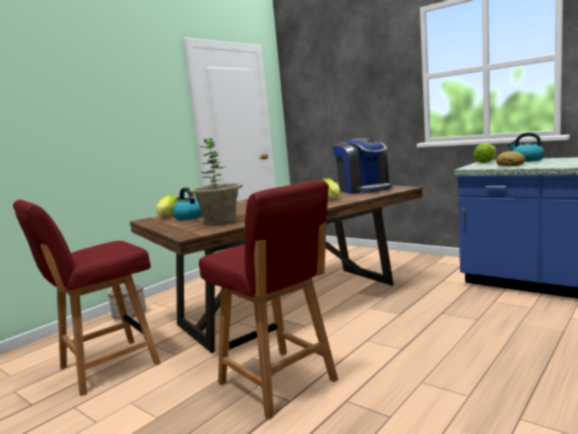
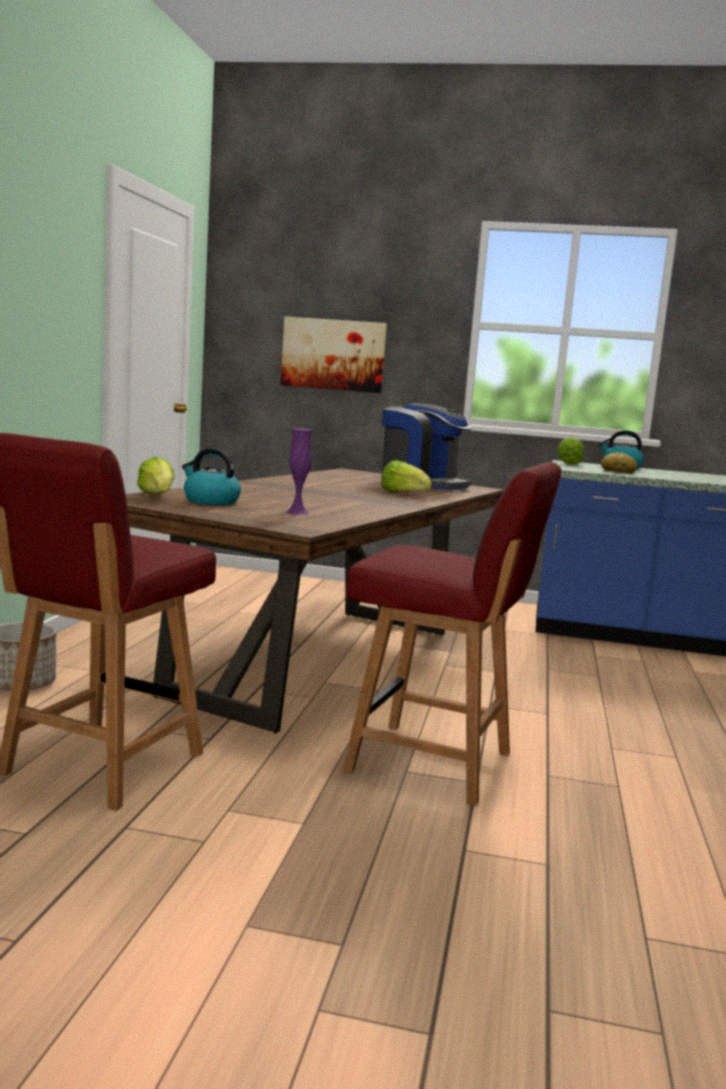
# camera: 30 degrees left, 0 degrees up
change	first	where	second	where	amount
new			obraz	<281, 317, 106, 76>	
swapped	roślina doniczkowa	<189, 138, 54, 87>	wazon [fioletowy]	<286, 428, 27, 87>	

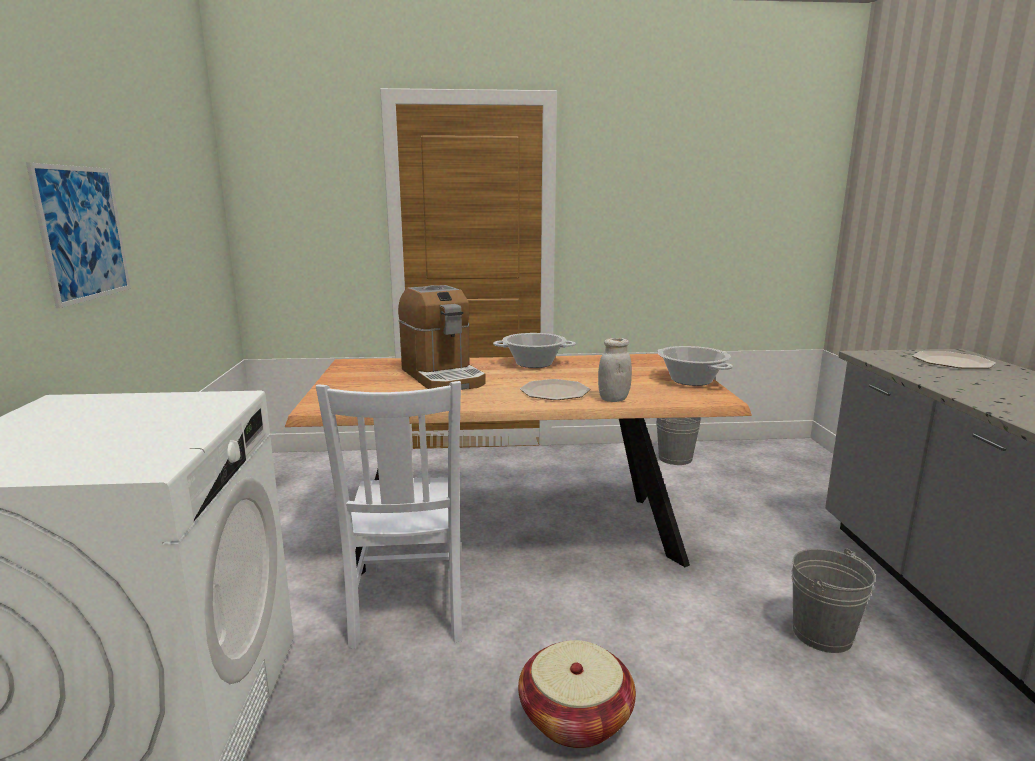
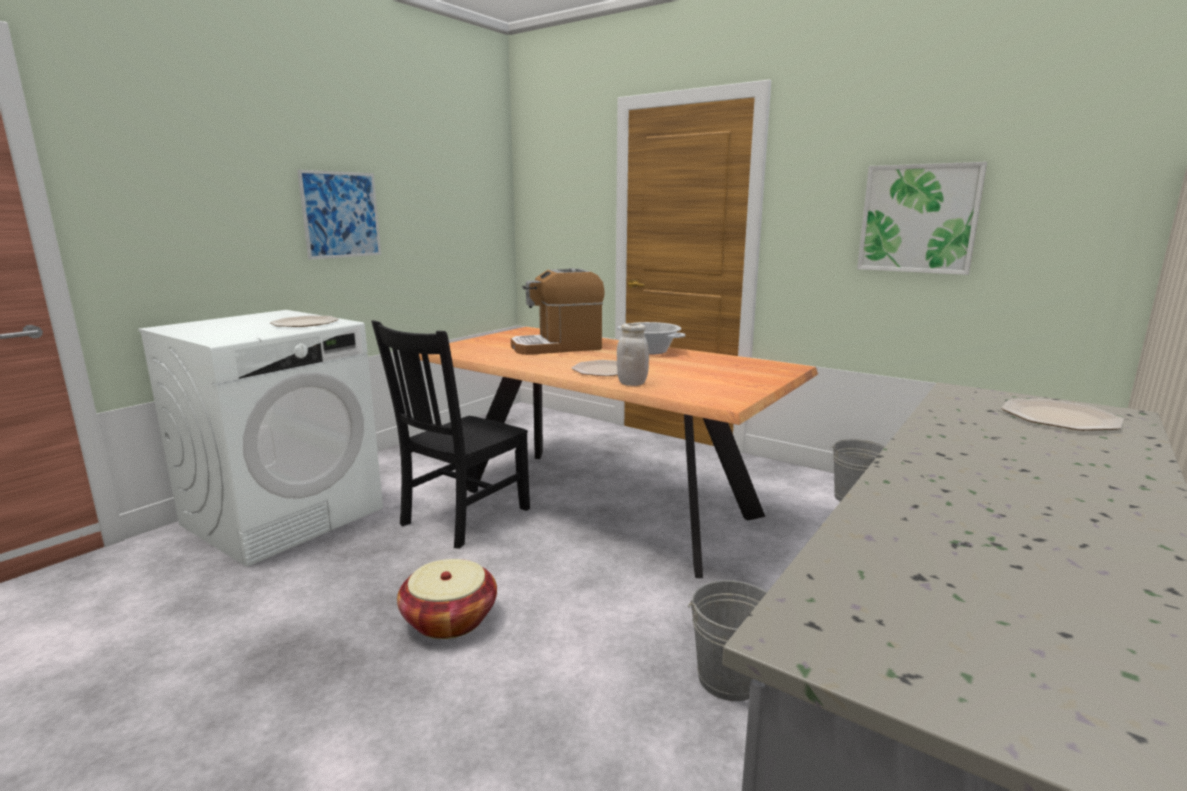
# camera: 40 degrees right, 0 degrees up
change	first	where	second	where	amount
gone	garnek	<657, 346, 76, 40>			
new			talerz	<270, 316, 69, 11>	
new			obraz	<857, 162, 130, 113>	
repainted	krzesło [biały]	<316, 381, 146, 268>	krzesło [czarny]	<371, 320, 159, 229>	
rotated	ekspres do kawy	<398, 285, 88, 105>		<511, 268, 94, 87>	60 degrees clockwise

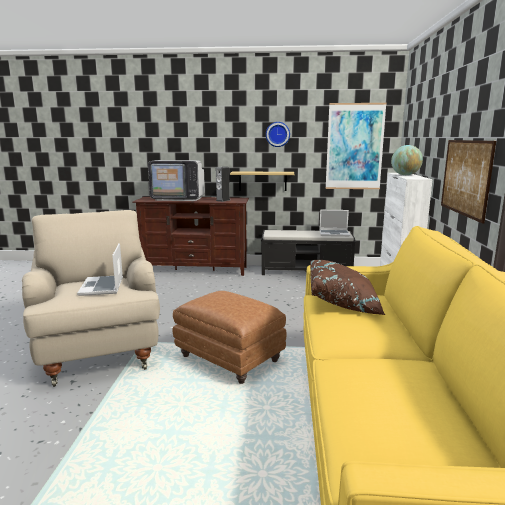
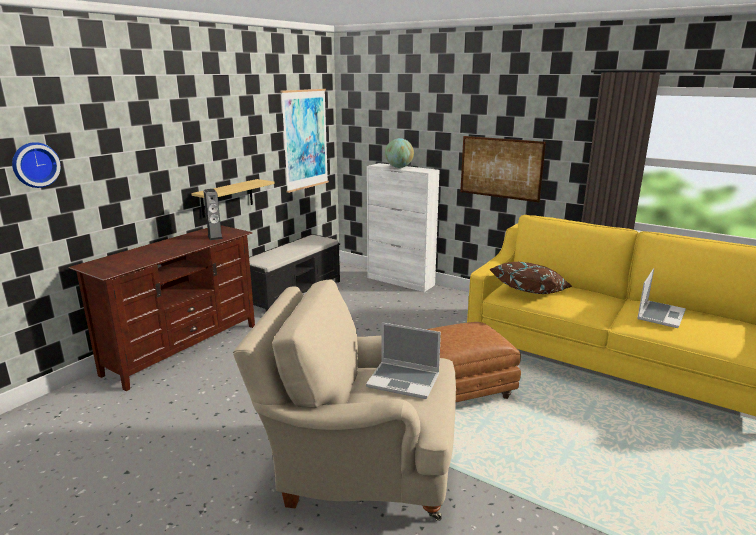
# camera: 60 degrees left, 5 degrees up
change	first	where	second	where	amount
gone	telewizor	<148, 160, 57, 41>			
shifted	zegar ścienny	<266, 122, 24, 25>		<12, 142, 49, 46>	
shifted	laptop	<319, 210, 31, 27>		<637, 268, 49, 60>	

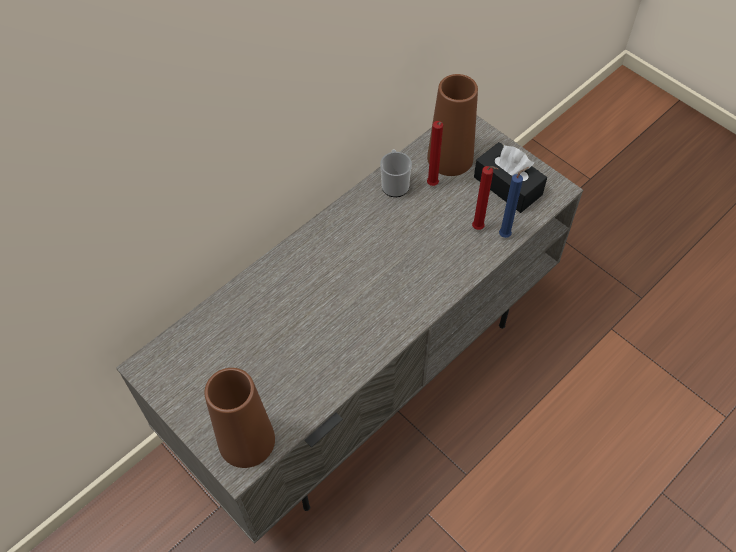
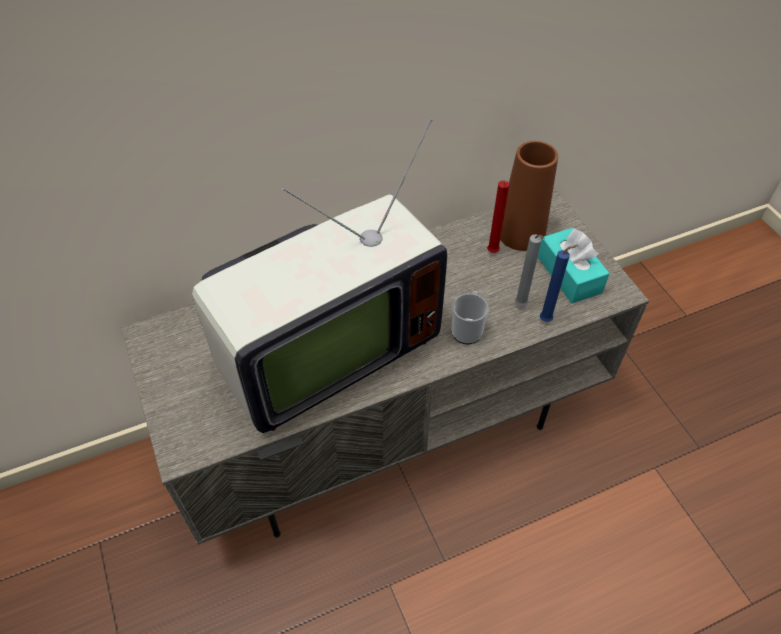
# camera: 20 degrees right, 5 degrees down
change	first	where	second	where	amount
gone	wazon [brązowy]	<204, 368, 71, 100>			
new			telewizor	<192, 118, 255, 315>	
shifted	kubek	<380, 149, 32, 48>		<451, 291, 38, 53>	
repainted	świeca [czerwony]	<472, 166, 26, 64>	świeca [szary]	<515, 234, 30, 73>	
repainted	pudełko chusteczek [czarny]	<474, 142, 73, 71>	pudełko chusteczek [turkusowy]	<538, 227, 72, 76>	

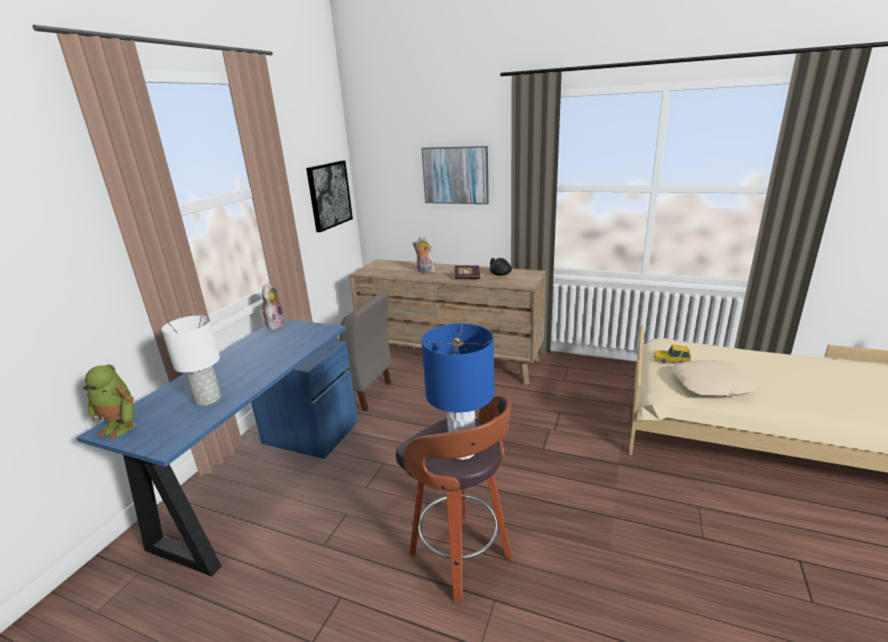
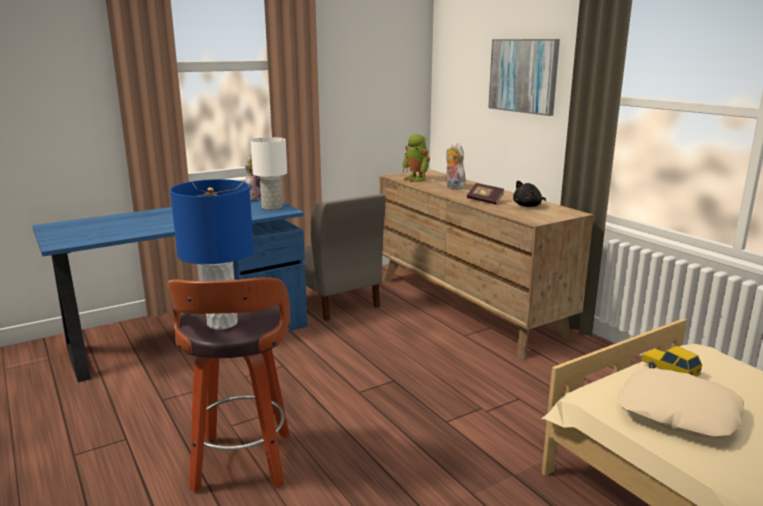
# camera: 35 degrees right, 5 degrees down
change	first	where	second	where	amount
gone	obraz	<306, 161, 47, 71>			
shifted	robot zabawkowy	<83, 364, 54, 76>		<402, 134, 28, 48>	
shifted	lampa stołowa [biały]	<161, 315, 60, 91>		<250, 137, 37, 73>	

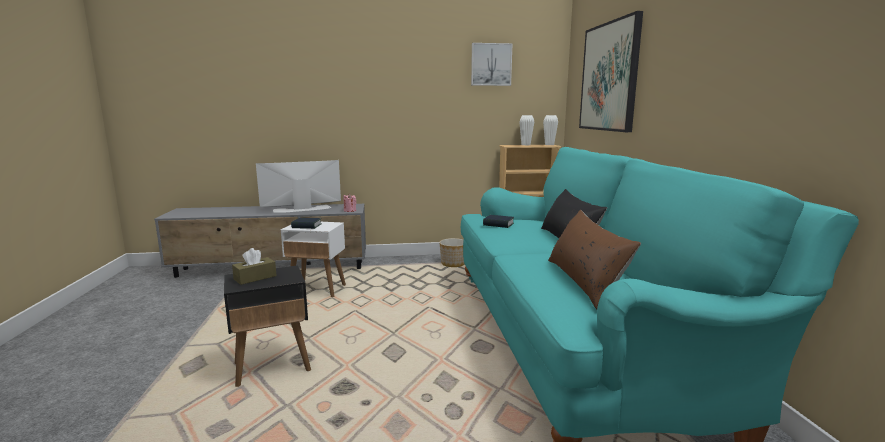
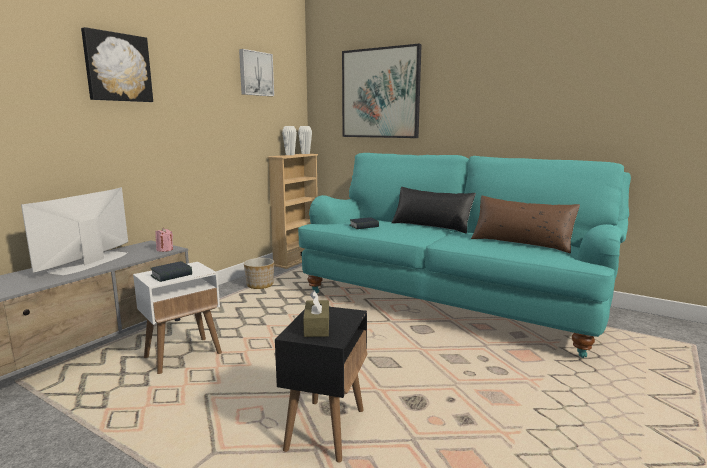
# camera: 50 degrees left, 0 degrees up
change	first	where	second	where	amount
new			obraz	<81, 27, 72, 75>	

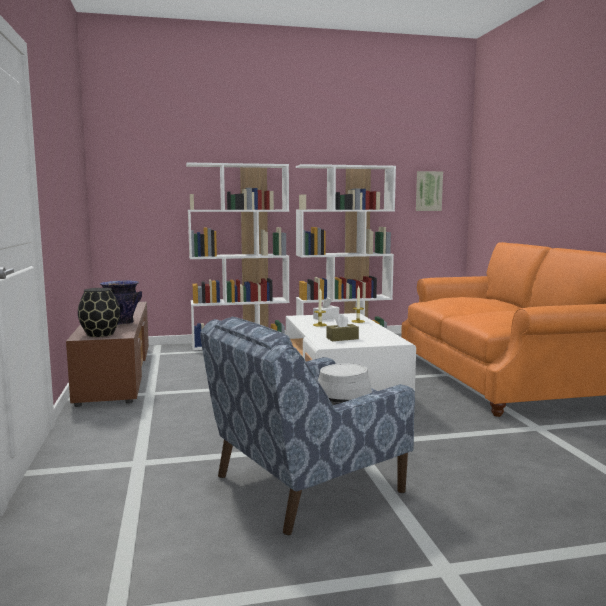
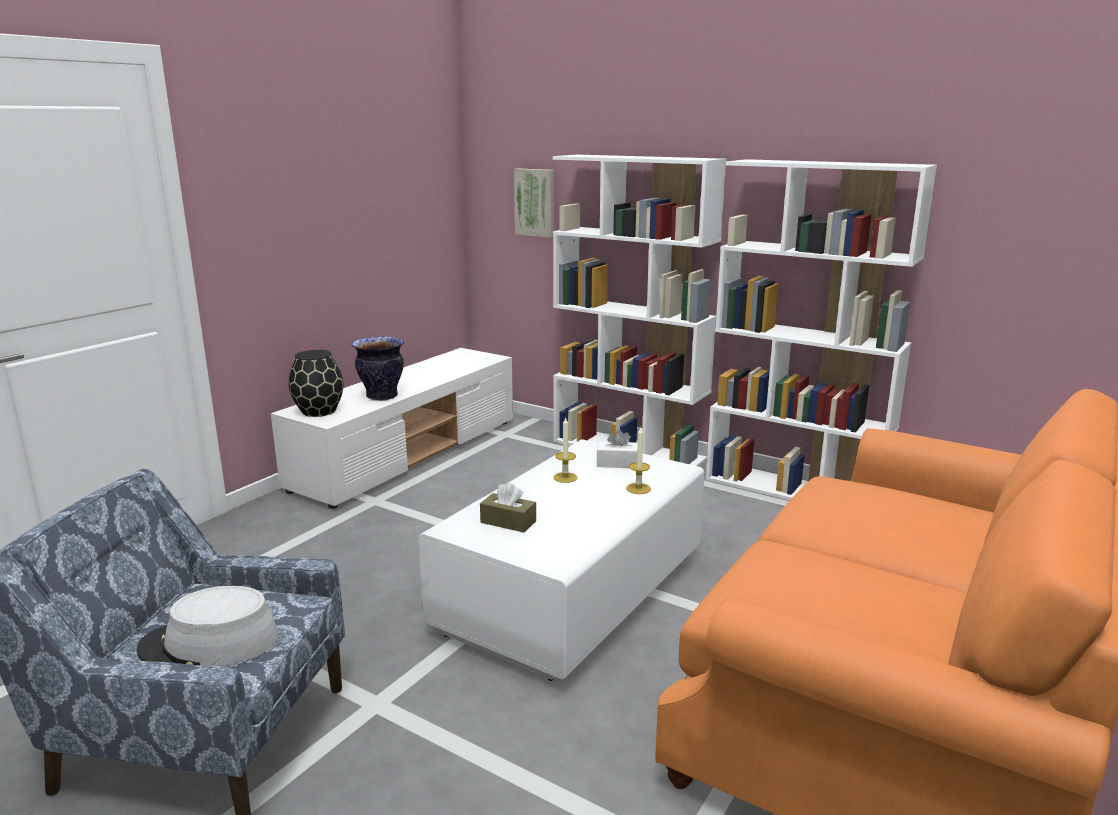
# camera: 45 degrees right, 10 degrees up
change	first	where	second	where	amount
shifted	obraz	<416, 171, 27, 40>		<514, 168, 40, 70>	
repainted	szafka pod telewizor [brązowy]	<66, 302, 83, 105>	szafka pod telewizor [biały]	<271, 348, 242, 161>	

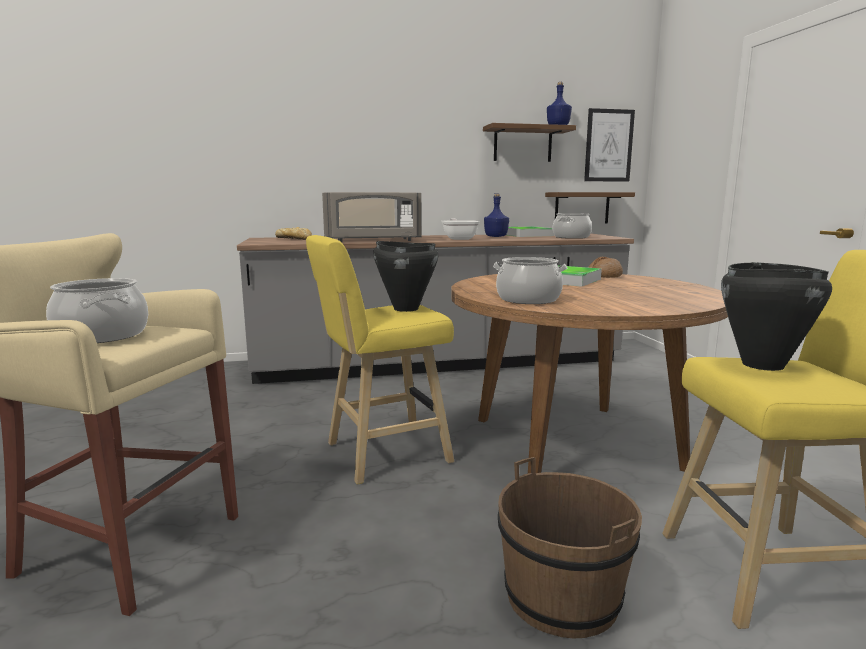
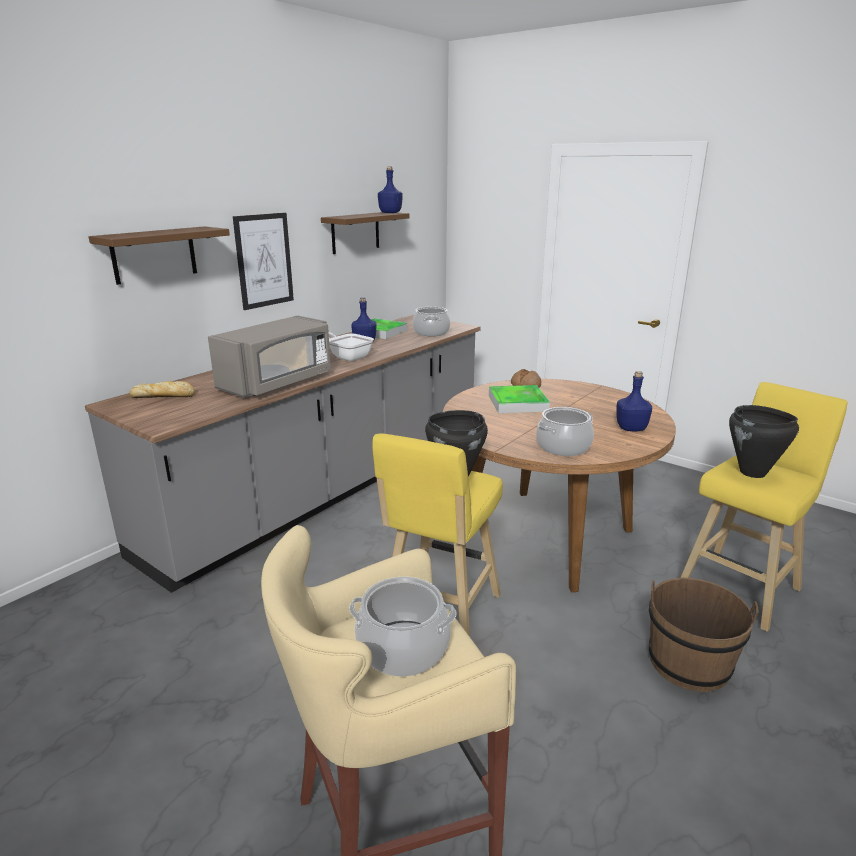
# camera: 40 degrees left, 10 degrees up
change	first	where	second	where	amount
new			butelka [niebieski]	<616, 371, 36, 60>	
shifted	półka [brązowy]	<545, 192, 90, 31>		<88, 226, 142, 59>	
shifted	obraz	<584, 108, 51, 74>		<233, 213, 61, 97>	

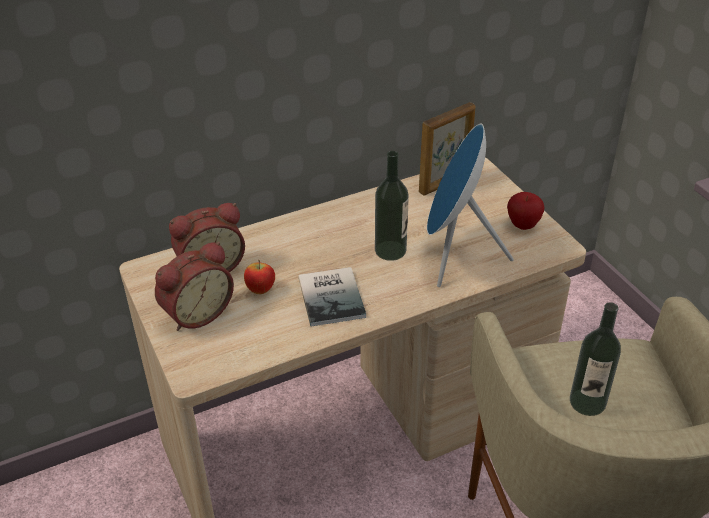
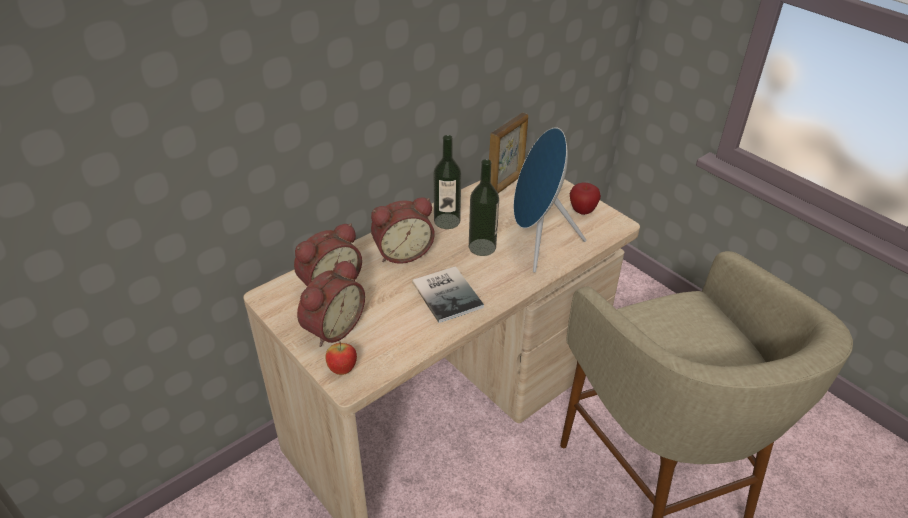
# camera: 15 degrees left, 0 degrees up
change	first	where	second	where	amount
new			budzik	<371, 197, 64, 67>	
shifted	jabłko	<244, 260, 31, 34>		<325, 341, 32, 34>	
shifted	butelka	<570, 302, 51, 114>		<434, 135, 27, 94>	

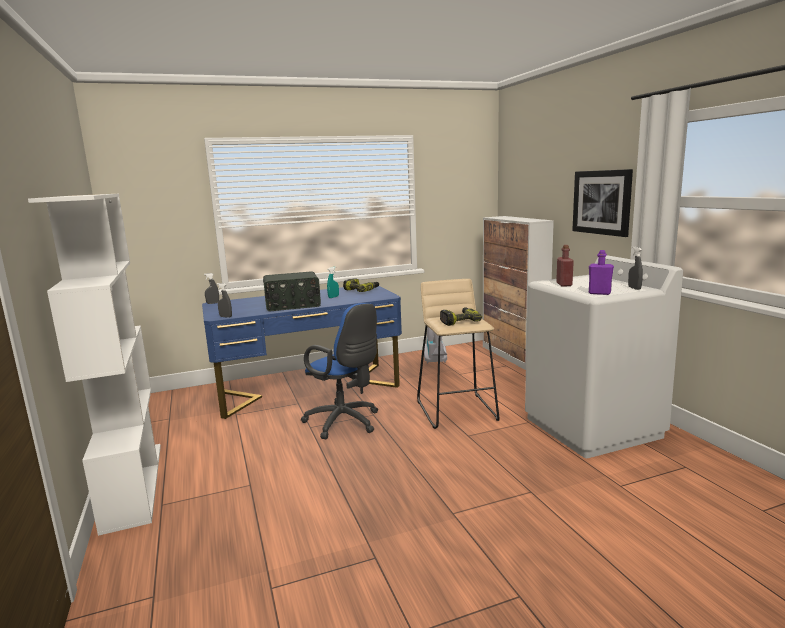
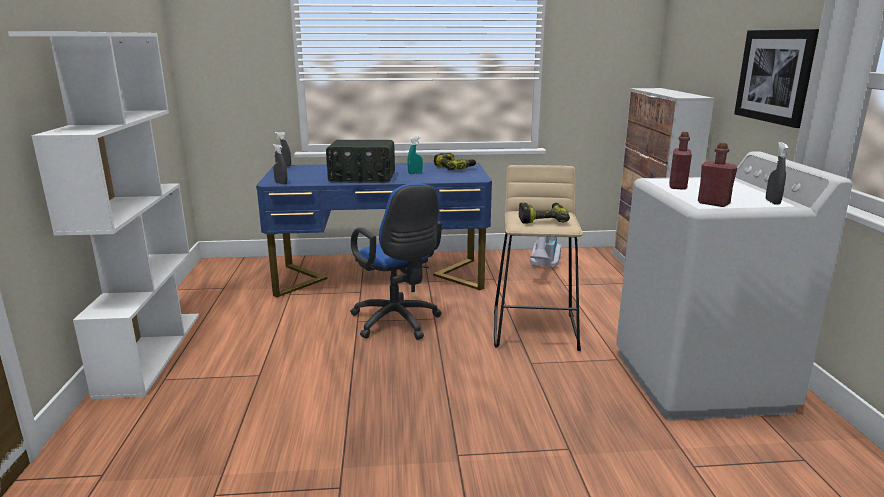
# camera: 15 degrees right, 5 degrees up
change	first	where	second	where	amount
repainted	butelka [fioletowy]	<589, 250, 25, 45>	butelka [czerwony]	<698, 143, 39, 64>	

